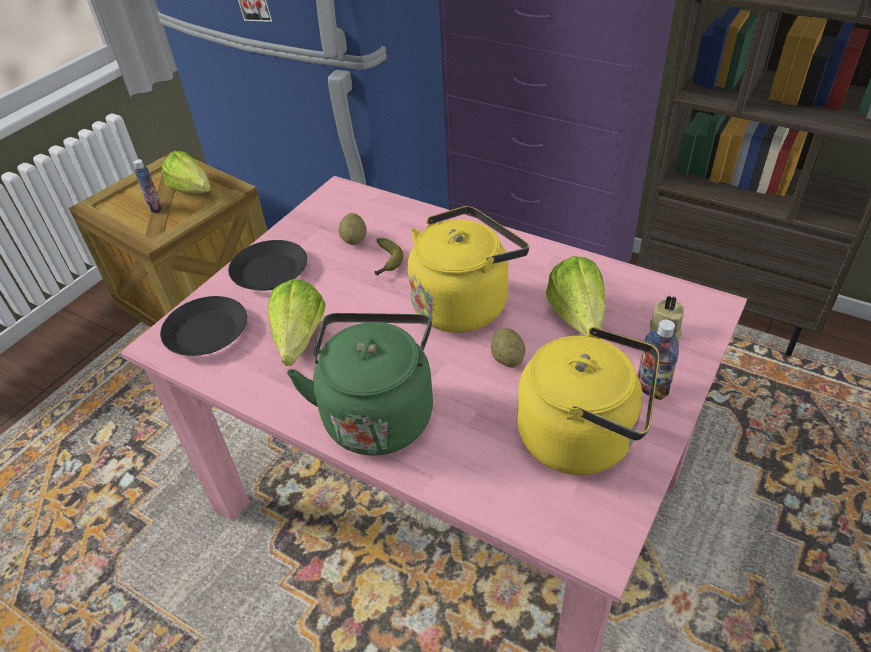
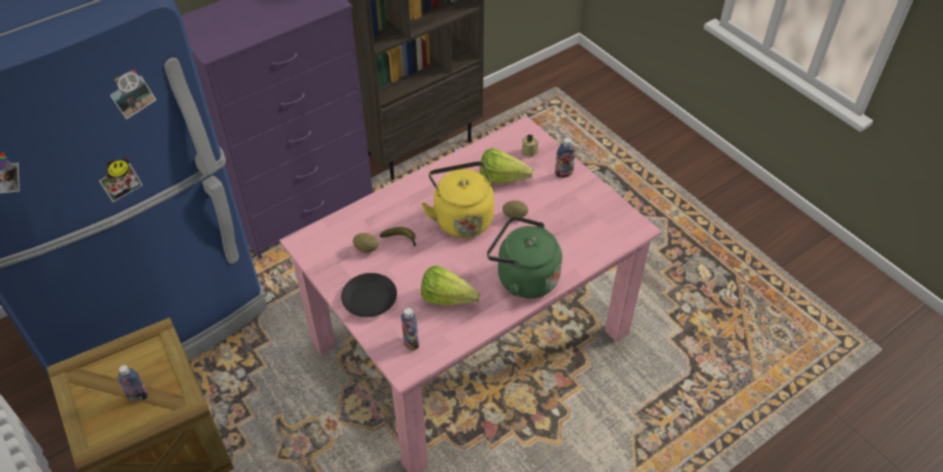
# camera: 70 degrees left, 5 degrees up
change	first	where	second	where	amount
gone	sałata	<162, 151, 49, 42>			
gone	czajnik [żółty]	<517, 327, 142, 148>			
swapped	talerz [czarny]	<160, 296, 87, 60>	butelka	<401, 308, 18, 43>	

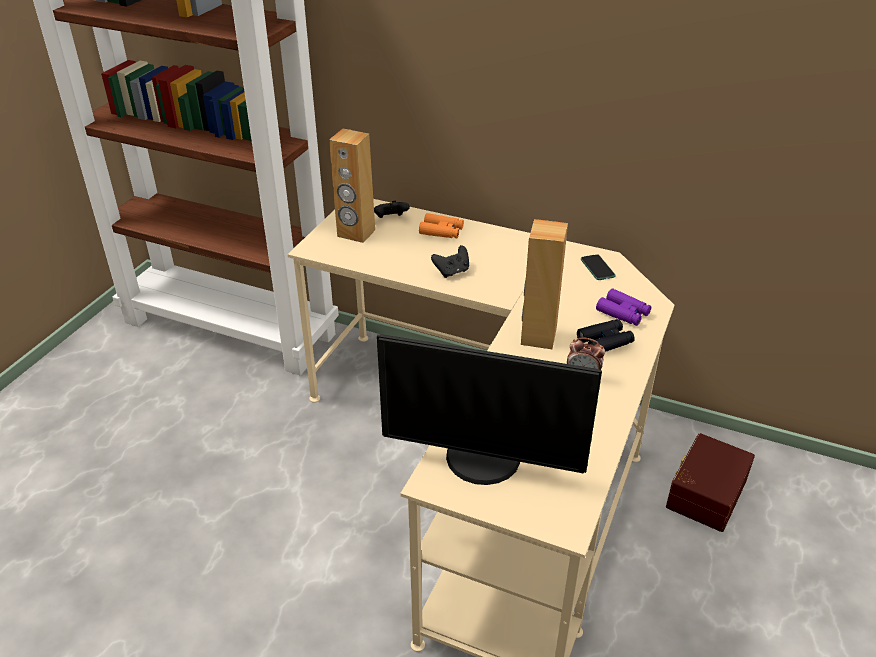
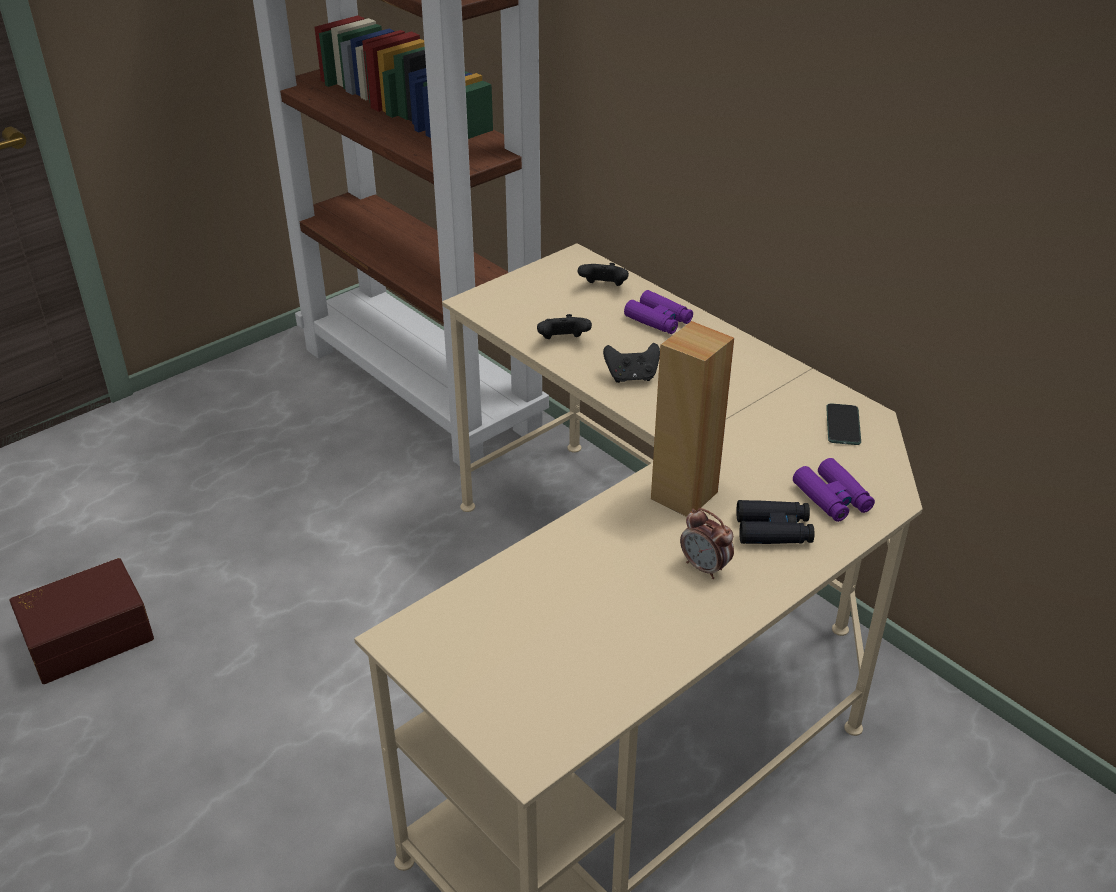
# camera: 25 degrees right, 0 degrees up
change	first	where	second	where	amount
gone	głośnik [brązowy]	<329, 129, 46, 114>			
gone	monitor	<377, 334, 225, 151>			
new			pad do gier [czarny]	<537, 314, 55, 25>	
shifted	pojemnik do przechowywania [brązowy]	<666, 433, 89, 99>		<10, 558, 144, 126>	
repainted	lornetka [pomarańczowy]	<419, 213, 45, 25>	lornetka [fioletowy]	<624, 290, 69, 44>	

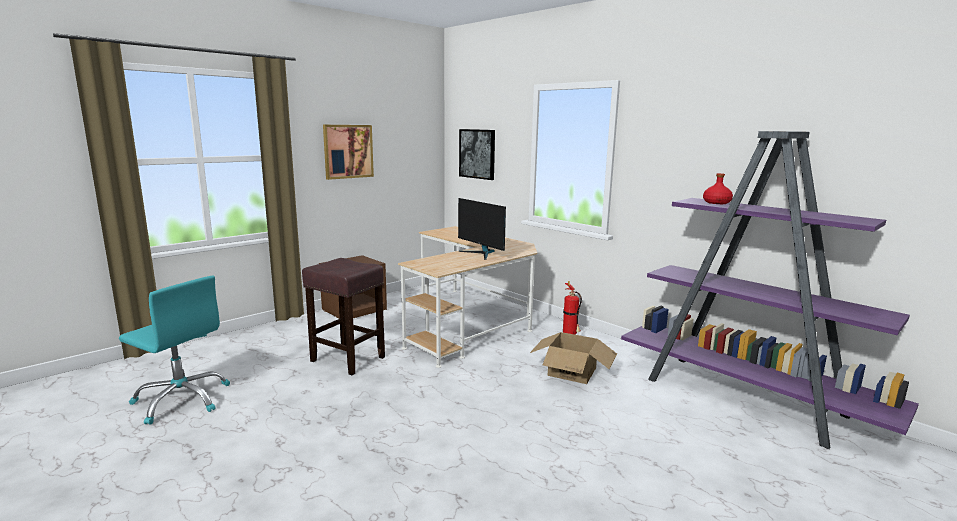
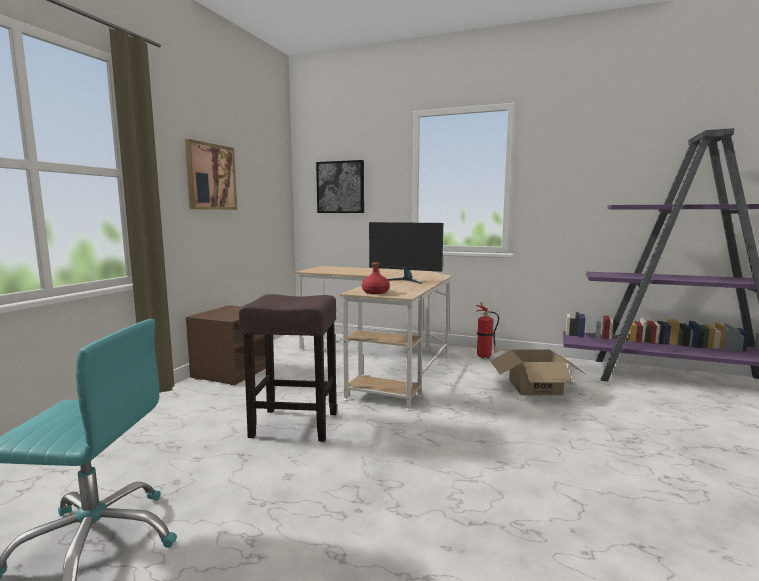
# camera: 25 degrees left, 5 degrees down
change	first	where	second	where	amount
shifted	butelka [czerwony]	<703, 173, 30, 31>		<362, 262, 28, 32>	

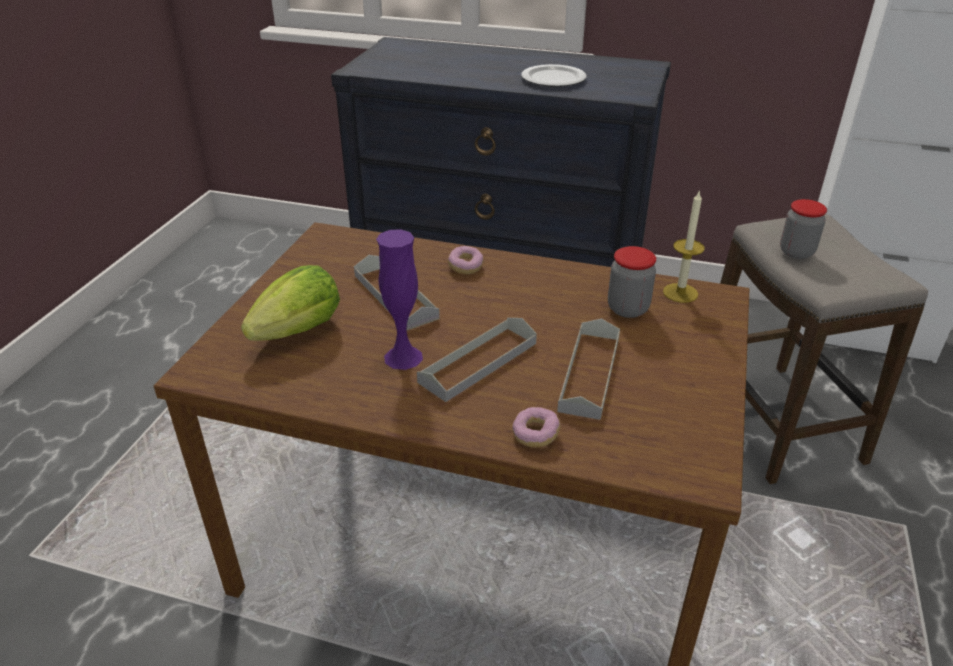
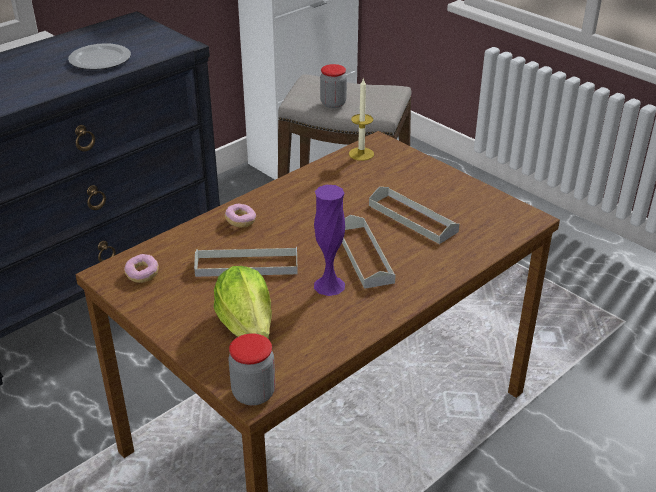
# camera: 60 degrees left, 0 degrees up
change	first	where	second	where	amount
shifted	donut	<512, 407, 48, 41>		<124, 254, 35, 29>	
shifted	słoik	<608, 246, 48, 72>		<229, 333, 46, 73>	

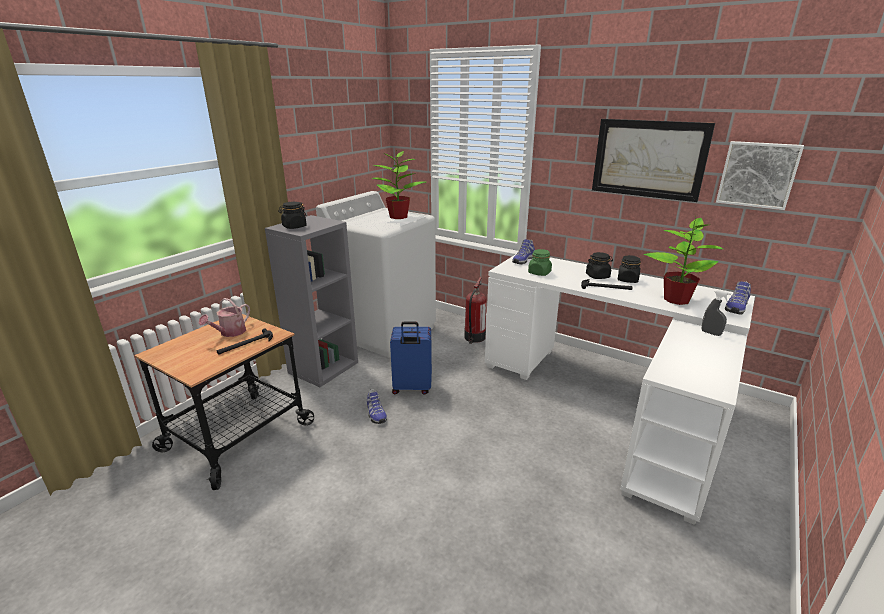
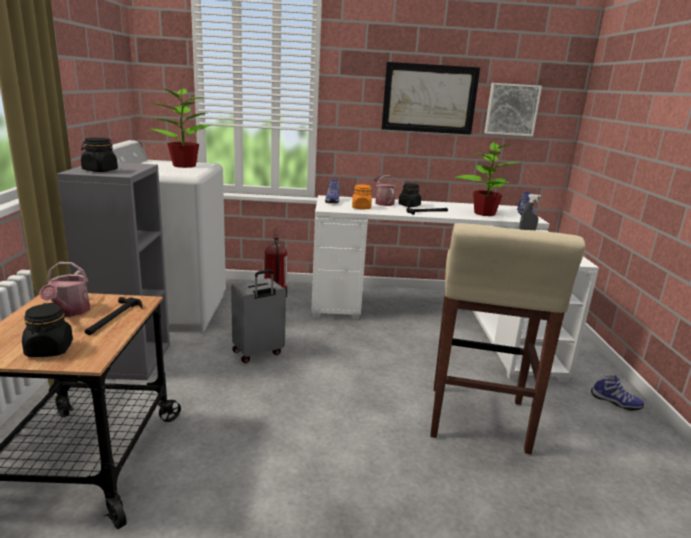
# camera: 35 degrees left, 5 degrees down
change	first	where	second	where	amount
new			konewka	<374, 175, 23, 31>	
new			stołek [beżowy]	<430, 223, 155, 231>	
shifted	but	<367, 389, 20, 35>		<591, 375, 53, 36>	
shifted	słoik [czarny]	<618, 255, 23, 28>		<22, 303, 51, 54>	
repainted	walizka [niebieski]	<390, 321, 42, 73>	walizka [szary]	<231, 269, 55, 94>	
repainted	słoik [zielony]	<528, 249, 24, 27>	słoik [pomarańczowy]	<352, 185, 20, 25>	

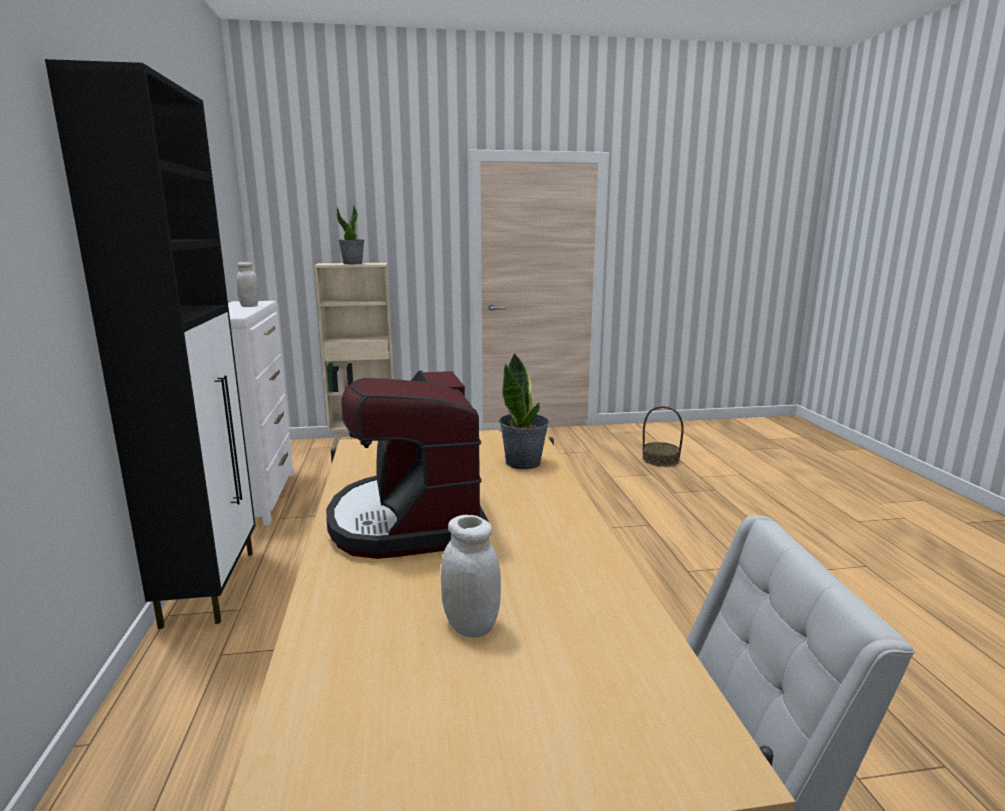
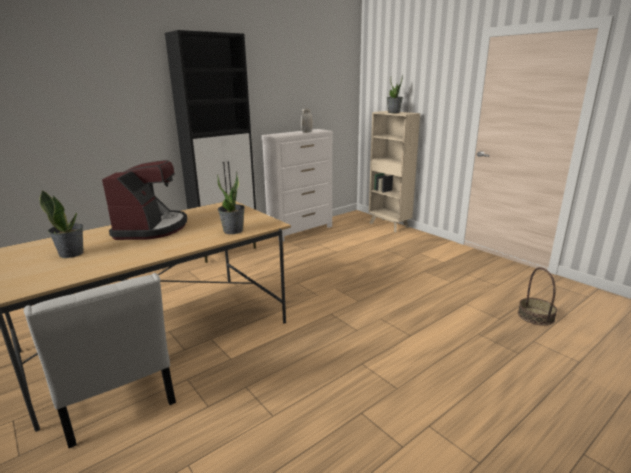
# camera: 60 degrees right, 5 degrees up
change	first	where	second	where	amount
swapped	słoik [biały]	<441, 515, 60, 123>	roślina doniczkowa	<40, 190, 43, 68>	
rotated	ekspres do kawy	<326, 371, 163, 188>		<102, 160, 85, 80>	135 degrees clockwise

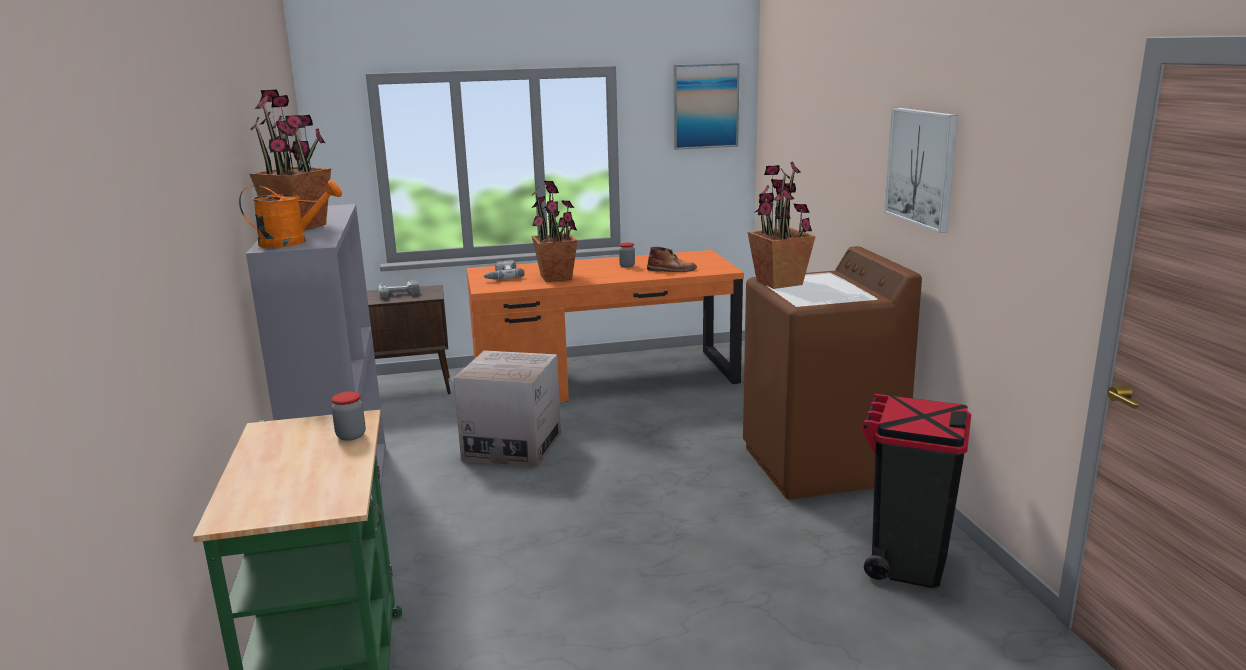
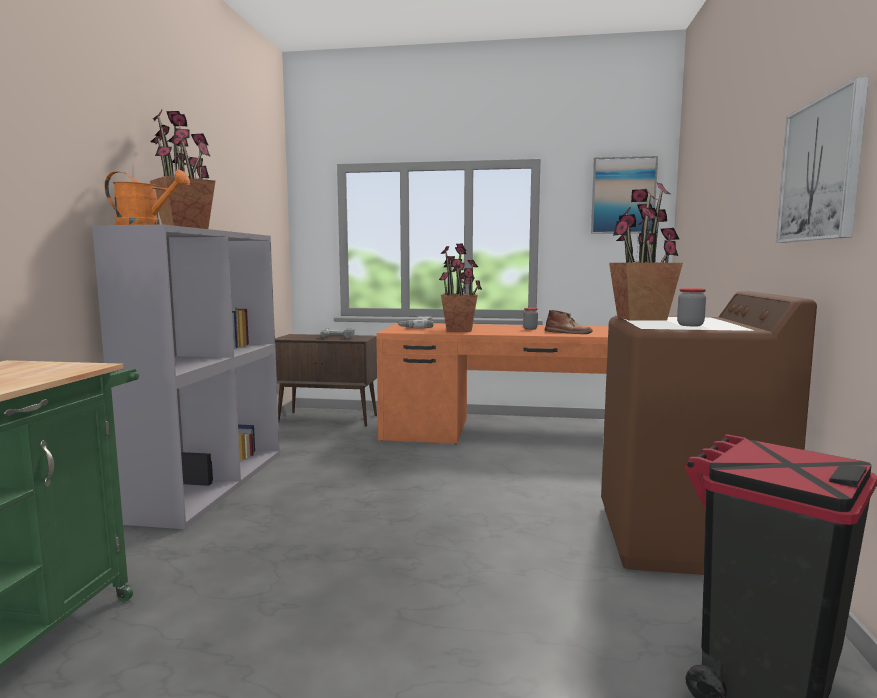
# camera: 20 degrees right, 10 degrees down
change	first	where	second	where	amount
gone	karton	<454, 350, 107, 117>			
shifted	słoik	<331, 392, 35, 49>		<677, 288, 29, 38>	

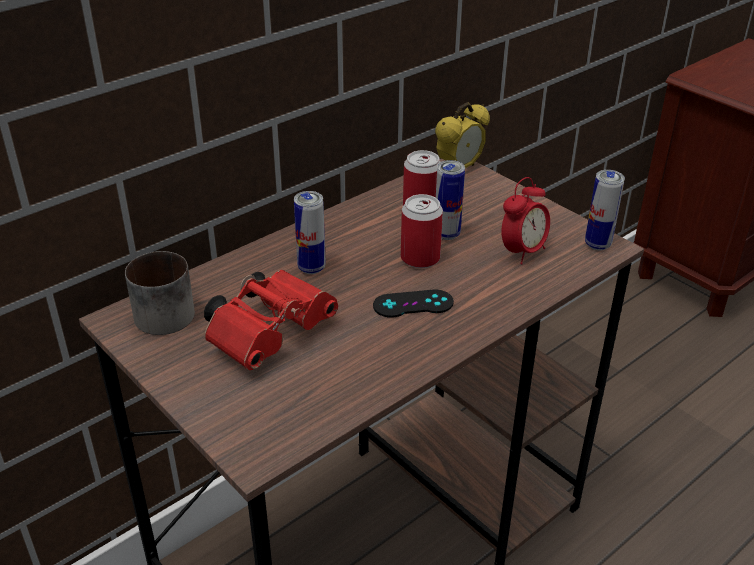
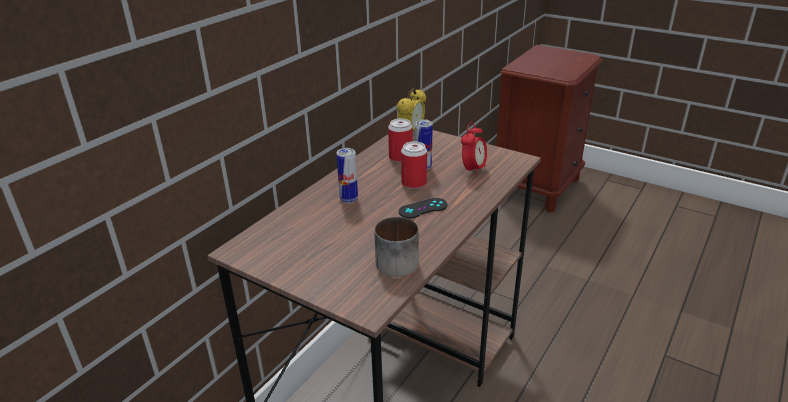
# camera: 15 degrees left, 5 degrees down
change	first	where	second	where	amount
gone	lornetka [czerwony]	<204, 270, 134, 100>			
gone	puszka	<585, 170, 40, 80>			
shifted	kubek	<125, 251, 70, 84>		<374, 217, 45, 60>	

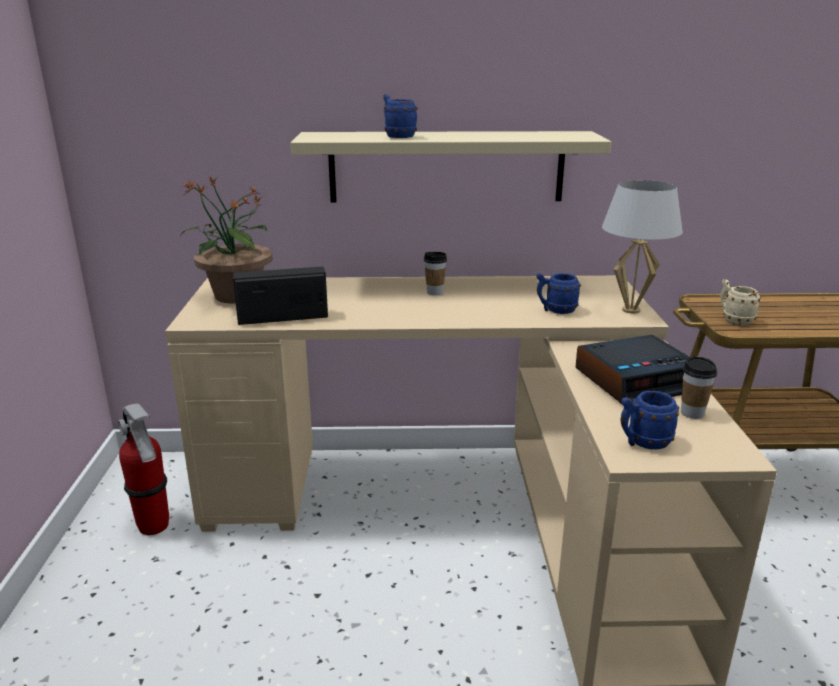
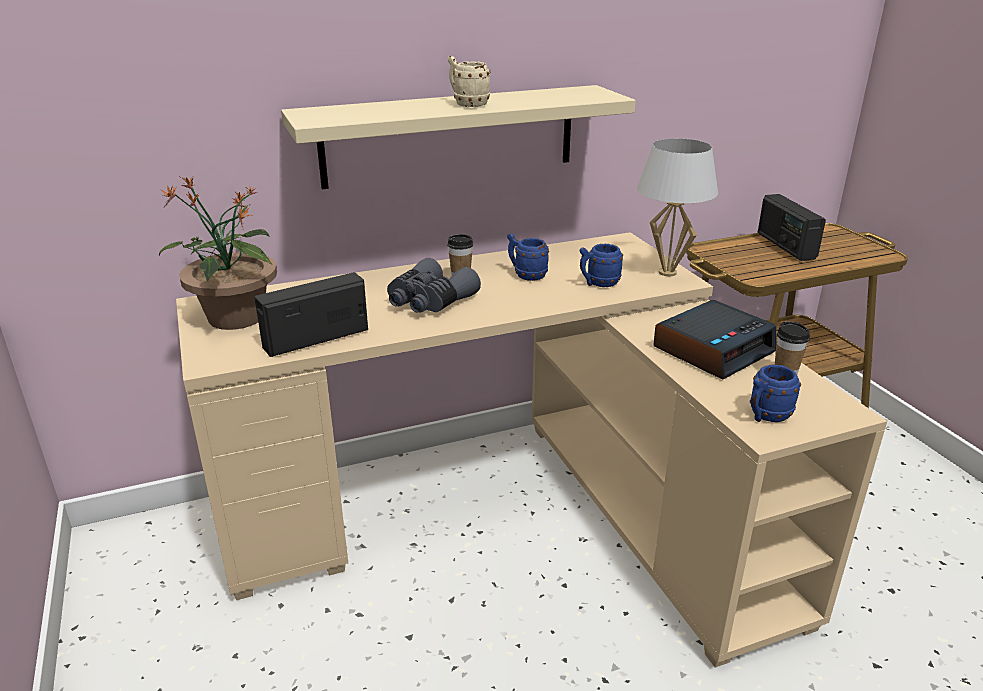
# camera: 20 degrees left, 5 degrees up
change	first	where	second	where	amount
gone	gaśnica	<118, 403, 51, 132>			
new			lornetka [szary]	<387, 258, 94, 55>	
new			radio	<758, 194, 68, 67>	
shifted	kubek [niebieski]	<383, 94, 34, 44>		<507, 233, 42, 48>	
shifted	kubek [beżowy]	<720, 279, 41, 46>		<448, 56, 43, 51>	

